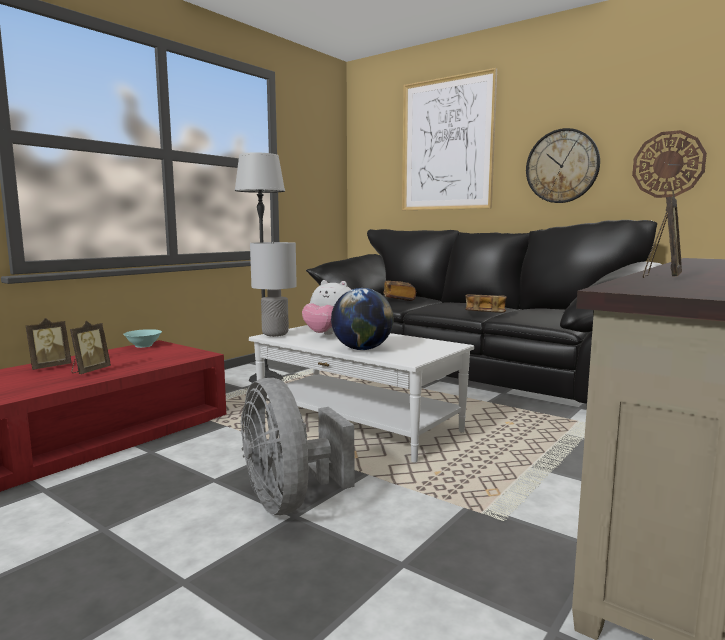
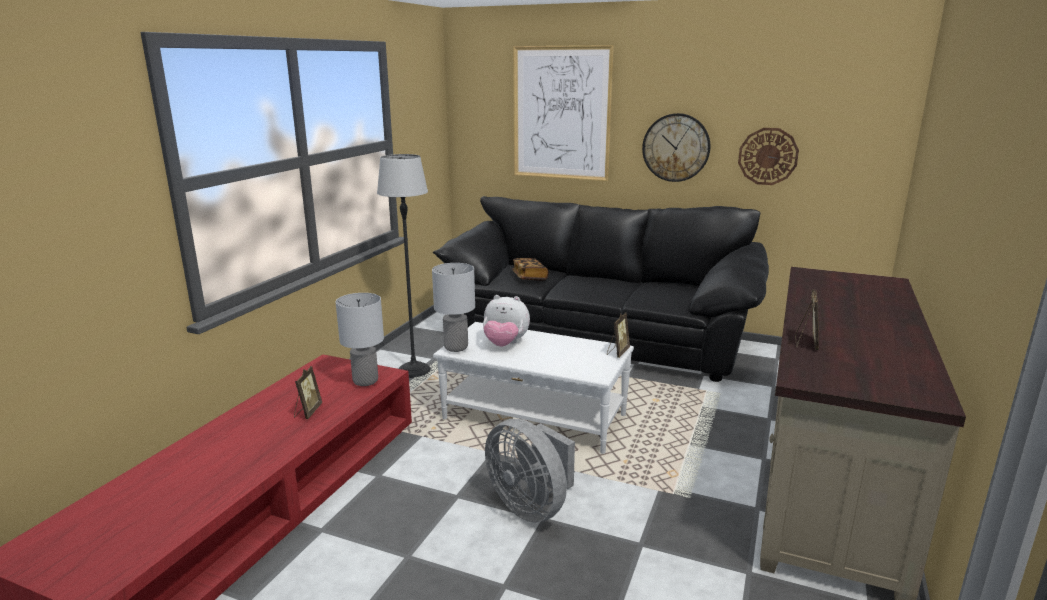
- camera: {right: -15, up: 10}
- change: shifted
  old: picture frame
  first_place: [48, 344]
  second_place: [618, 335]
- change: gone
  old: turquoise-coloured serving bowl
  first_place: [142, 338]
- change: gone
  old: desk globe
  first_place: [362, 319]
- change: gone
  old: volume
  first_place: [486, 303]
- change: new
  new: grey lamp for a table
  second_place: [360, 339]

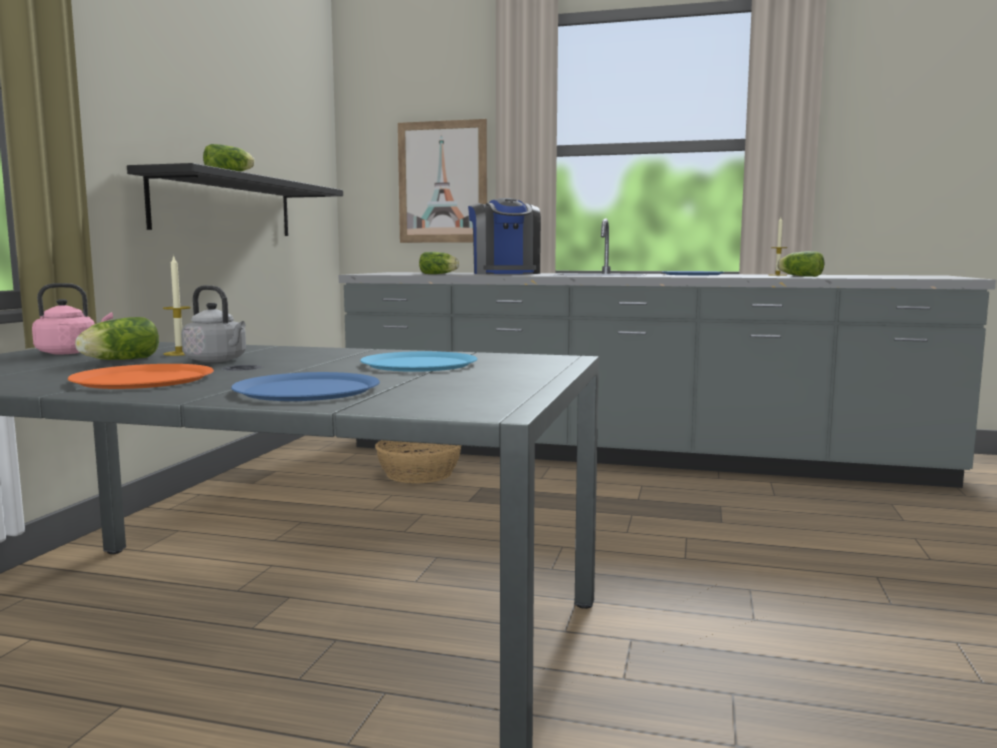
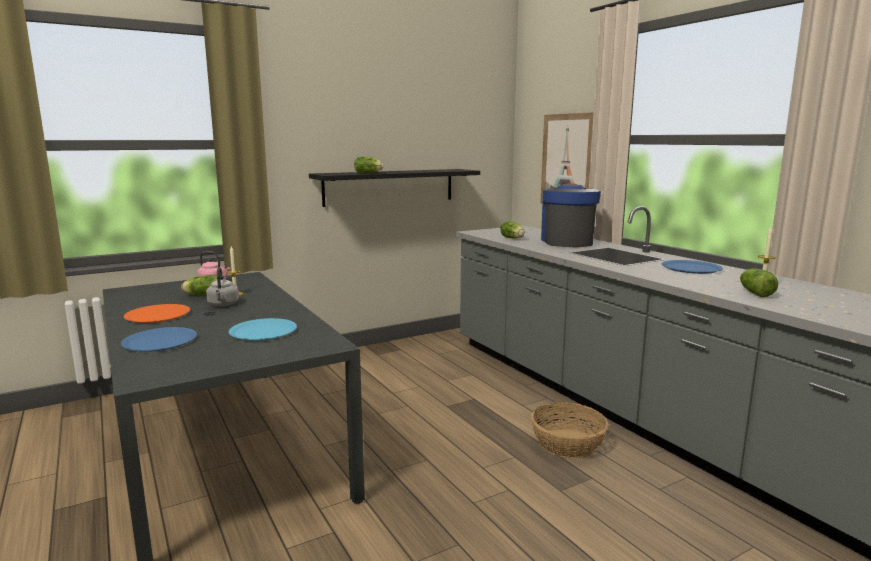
- camera: {right: 45, up: 5}
- change: shifted
  old: storage basket
  first_place: [418, 462]
  second_place: [570, 430]
- change: rotated
  old: coffee maker
  first_place: [504, 236]
  second_place: [571, 215]
  degrees: 150

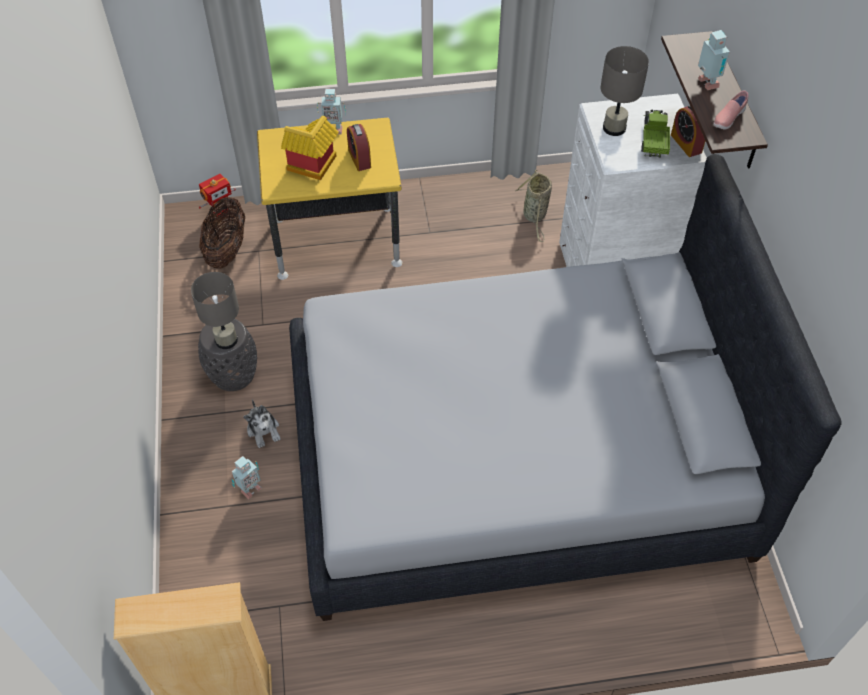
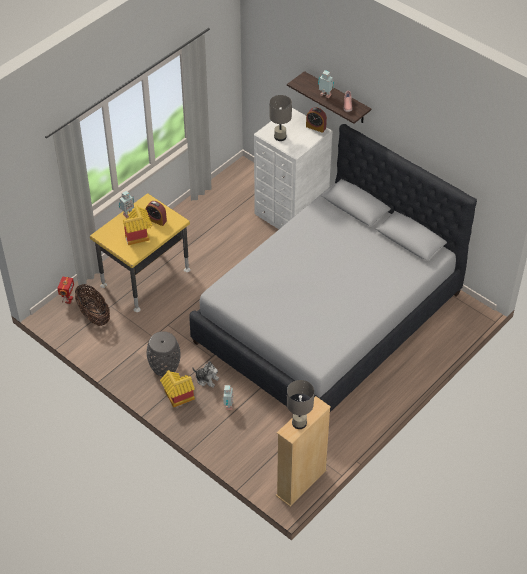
- camera: {right: -40, up: -5}
- change: shifted
  old: grey lamp for a table
  first_place: [215, 310]
  second_place: [300, 404]
- change: gone
  old: storage basket
  first_place: [534, 206]
- change: gone
  old: toy lorry
  first_place: [655, 133]
- change: new
  new: model house
  second_place: [177, 389]

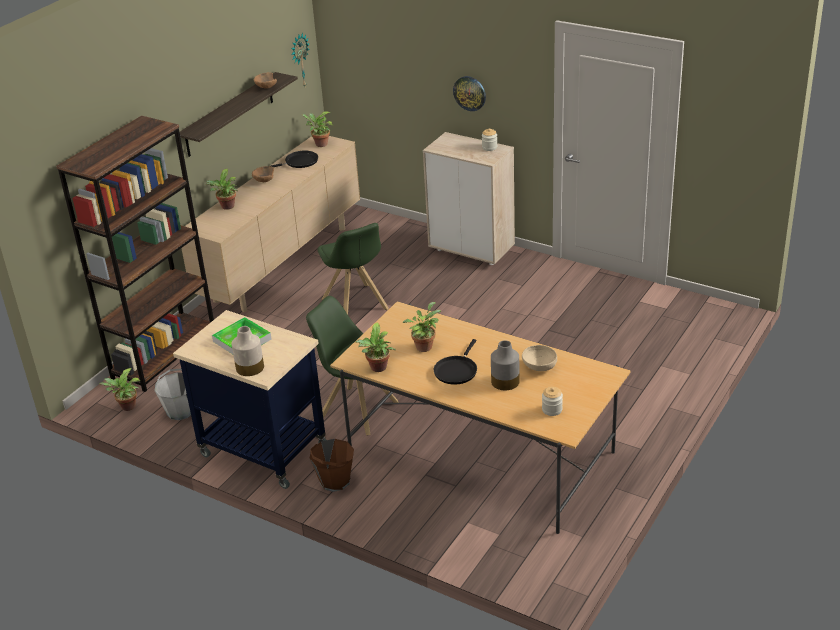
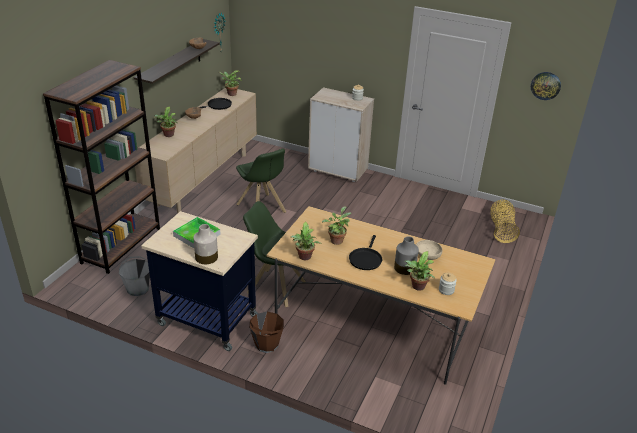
- camera: {right: -10, up: 0}
- change: shifted
  old: plant in a pot
  first_place: [119, 389]
  second_place: [420, 271]
- change: shifted
  old: wall clock
  first_place: [469, 93]
  second_place: [546, 86]
- change: new
  new: storage basket
  second_place: [505, 221]

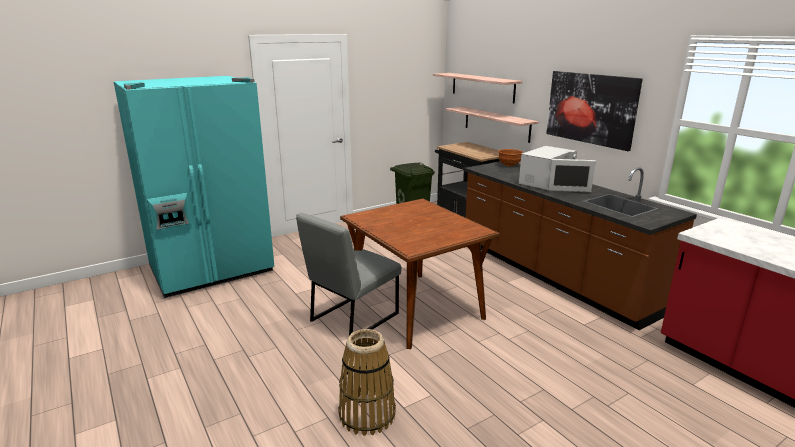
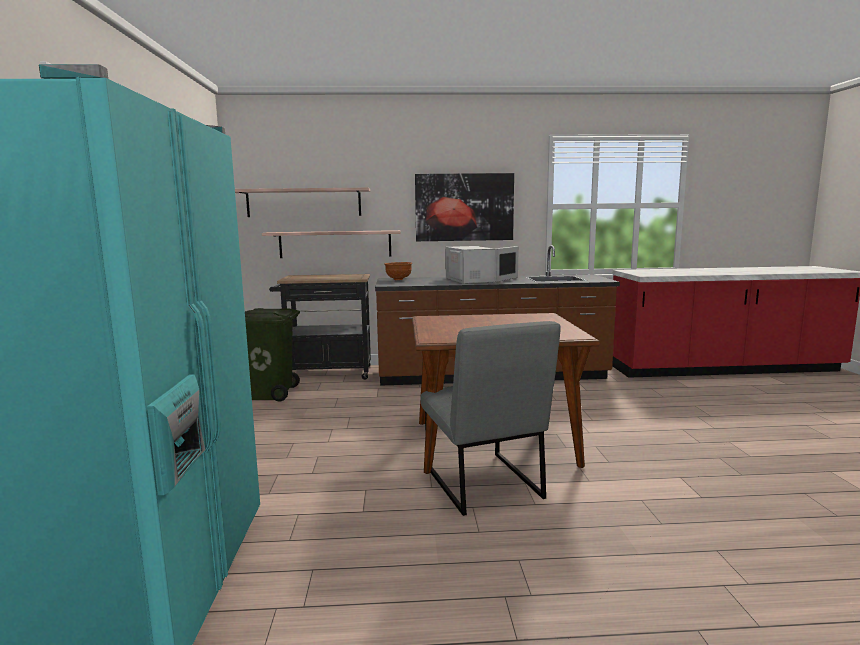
- camera: {right: -60, up: -10}
- change: gone
  old: storage basket
  first_place: [367, 382]

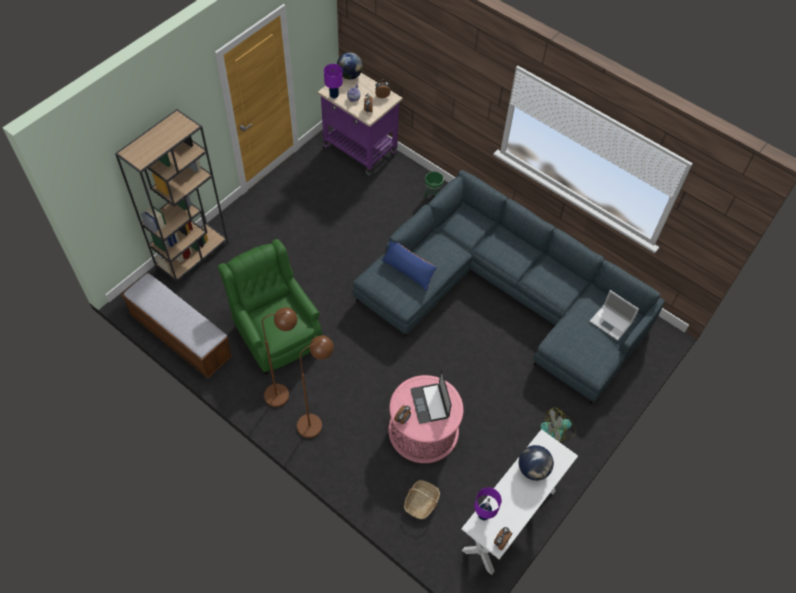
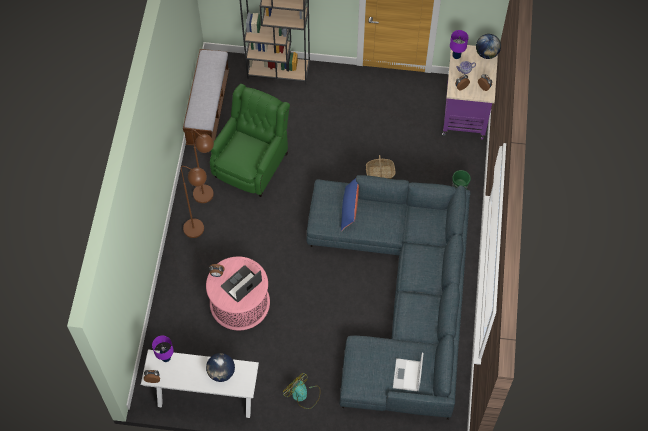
- camera: {right: 60, up: 5}
- change: shifted
  old: storage basket
  first_place: [422, 499]
  second_place: [381, 167]

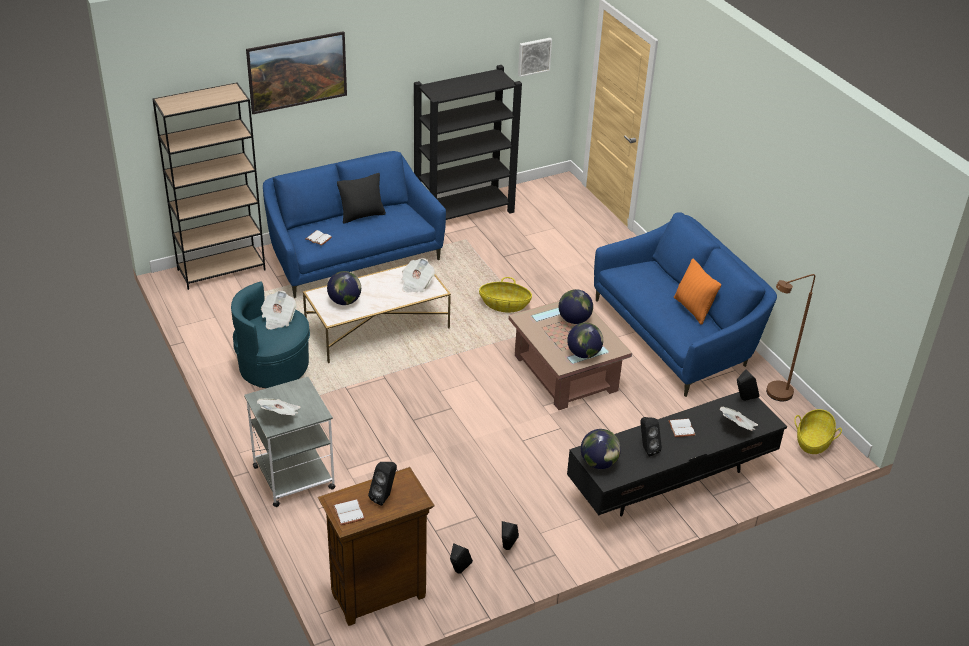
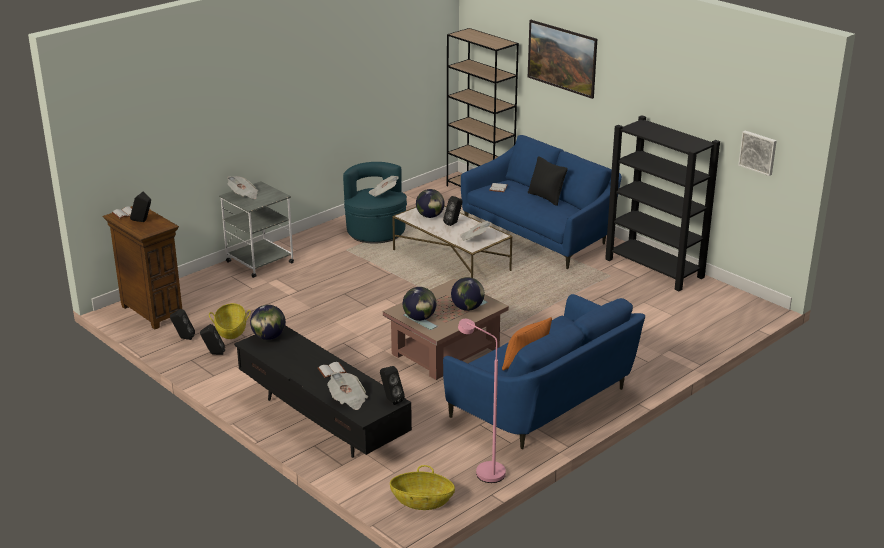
- camera: {right: 75, up: -10}
- change: shifted
  old: storage basket
  first_place: [505, 295]
  second_place: [230, 321]
- change: shifted
  old: black speaker
  first_place: [651, 437]
  second_place: [453, 211]
- change: repainted
  old: brown-coloured standard lamp
  new: pinkish standard lamp
  first_place: [790, 337]
  second_place: [482, 401]

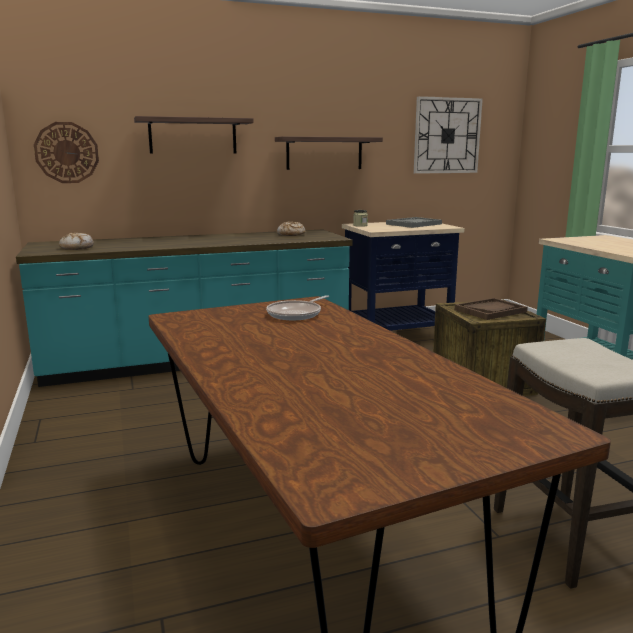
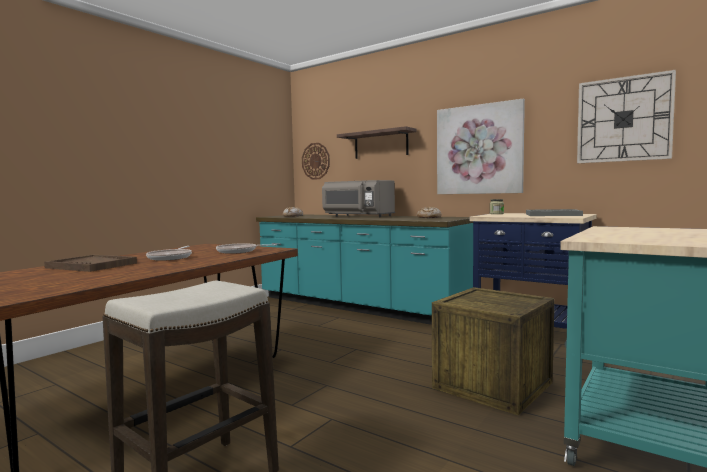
- camera: {right: 55, up: -10}
- change: swapped
  old: bracket shelf
  new: wall art
  first_place: [329, 153]
  second_place: [481, 146]
- change: shifted
  old: brown-coloured tray
  first_place: [491, 309]
  second_place: [90, 263]
- change: new
  new: frying pan
  second_place: [169, 253]
- change: new
  new: grey kitchen microwave
  second_place: [358, 198]

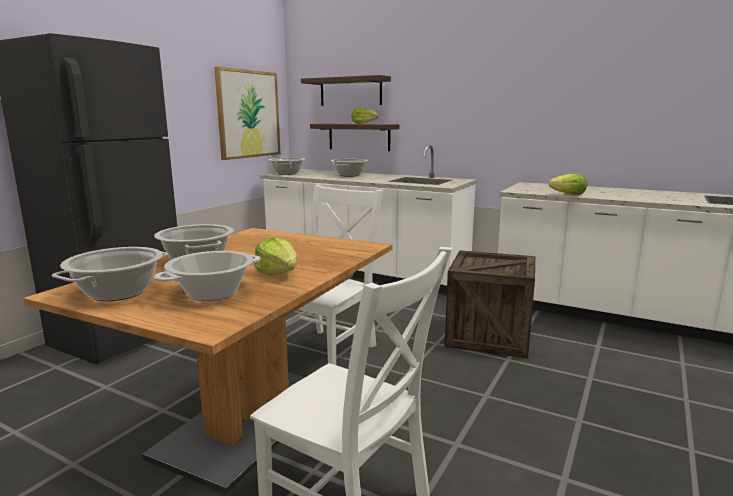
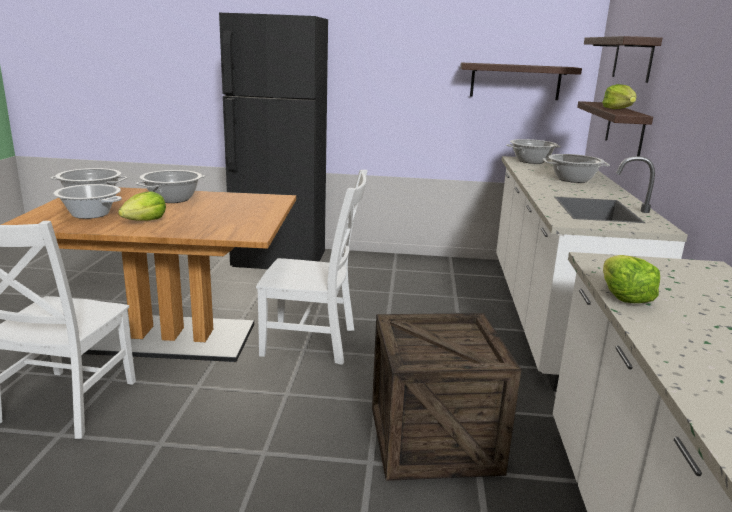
- camera: {right: 65, up: 5}
- change: swapped
  old: wall art
  new: bracket shelf
  first_place: [247, 113]
  second_place: [521, 81]

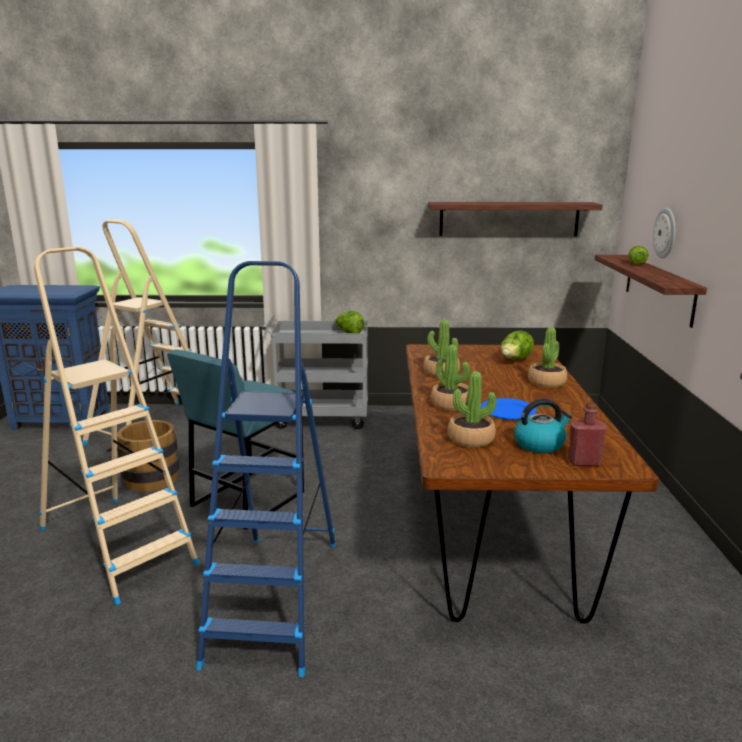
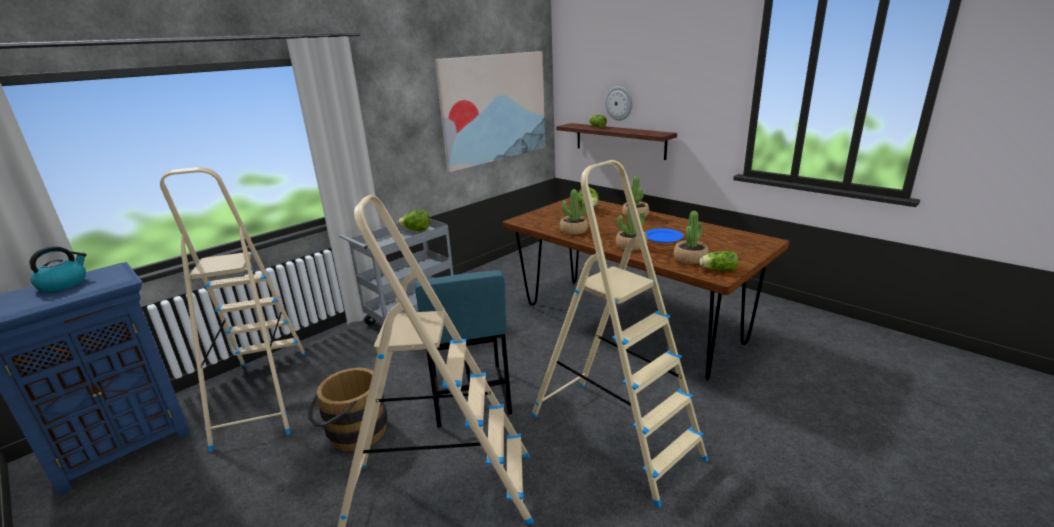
- camera: {right: -45, up: 5}
- change: repainted
  old: blue step stool
  new: sand-coloured step stool
  first_place: [266, 469]
  second_place: [620, 333]
- change: swapped
  old: bracket shelf
  new: wall art
  first_place: [515, 219]
  second_place: [490, 111]
- change: shifted
  old: tea kettle
  first_place: [543, 426]
  second_place: [58, 269]
- change: gone
  old: red beverage bottle
  first_place: [587, 434]
- change: new
  new: lettuce
  second_place: [719, 261]

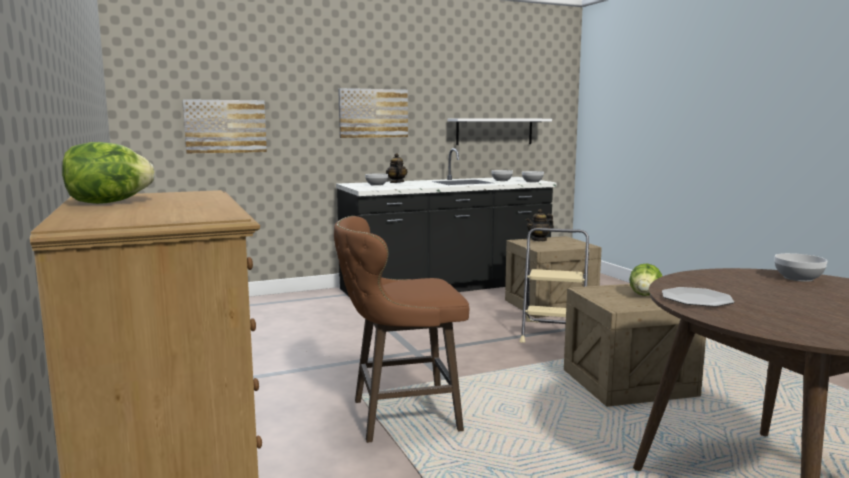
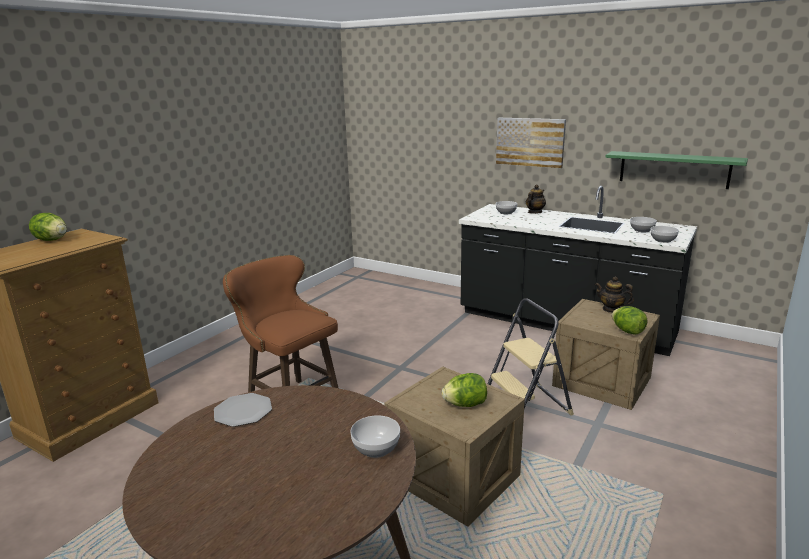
- camera: {right: 55, up: 10}
- change: gone
  old: wall art
  first_place: [225, 126]
- change: repainted
  old: whitish bracket shelf
  new: green bracket shelf
  first_place: [500, 131]
  second_place: [676, 170]
- change: new
  new: lettuce
  second_place: [629, 320]

